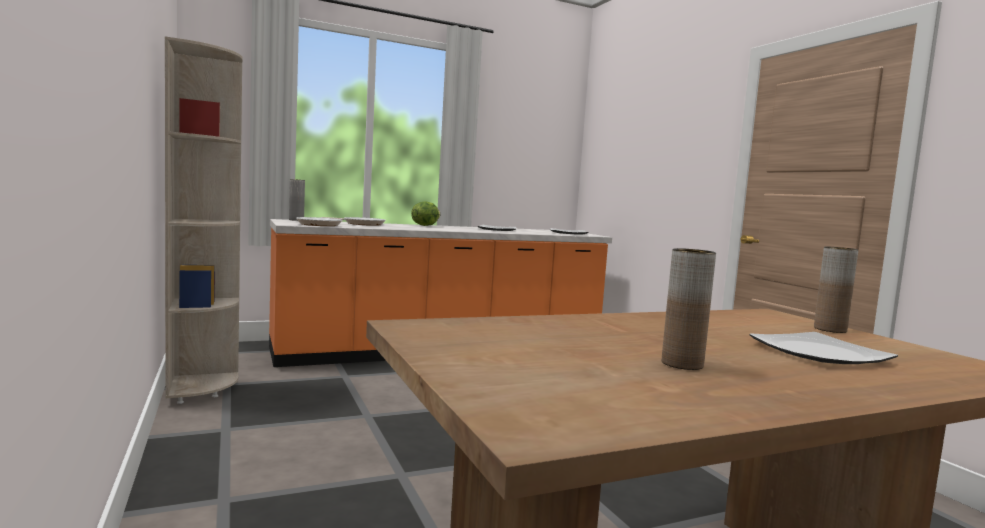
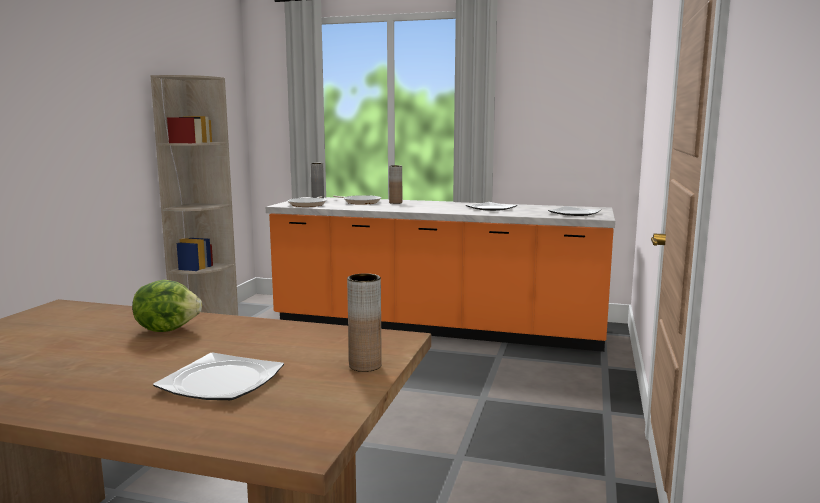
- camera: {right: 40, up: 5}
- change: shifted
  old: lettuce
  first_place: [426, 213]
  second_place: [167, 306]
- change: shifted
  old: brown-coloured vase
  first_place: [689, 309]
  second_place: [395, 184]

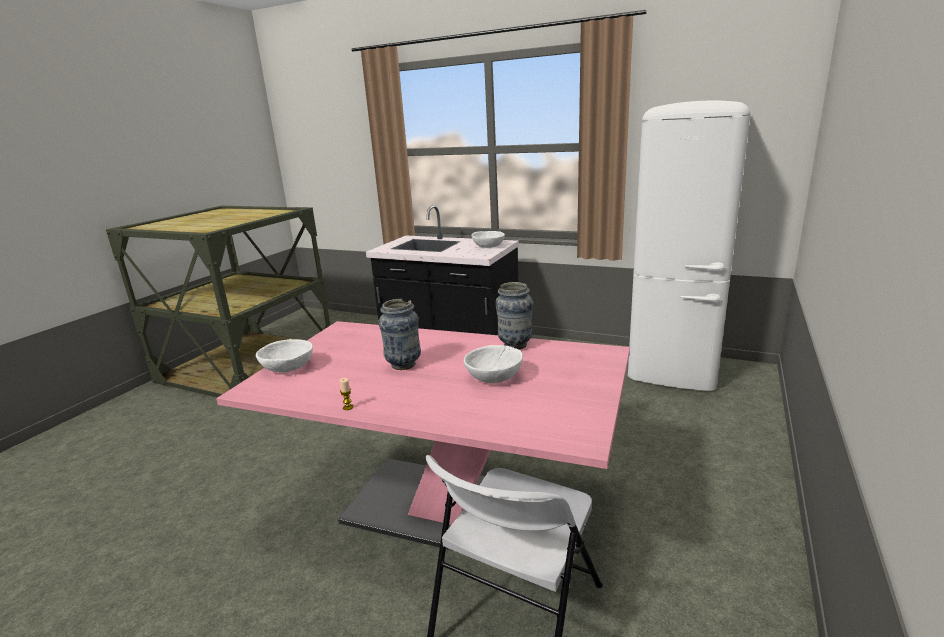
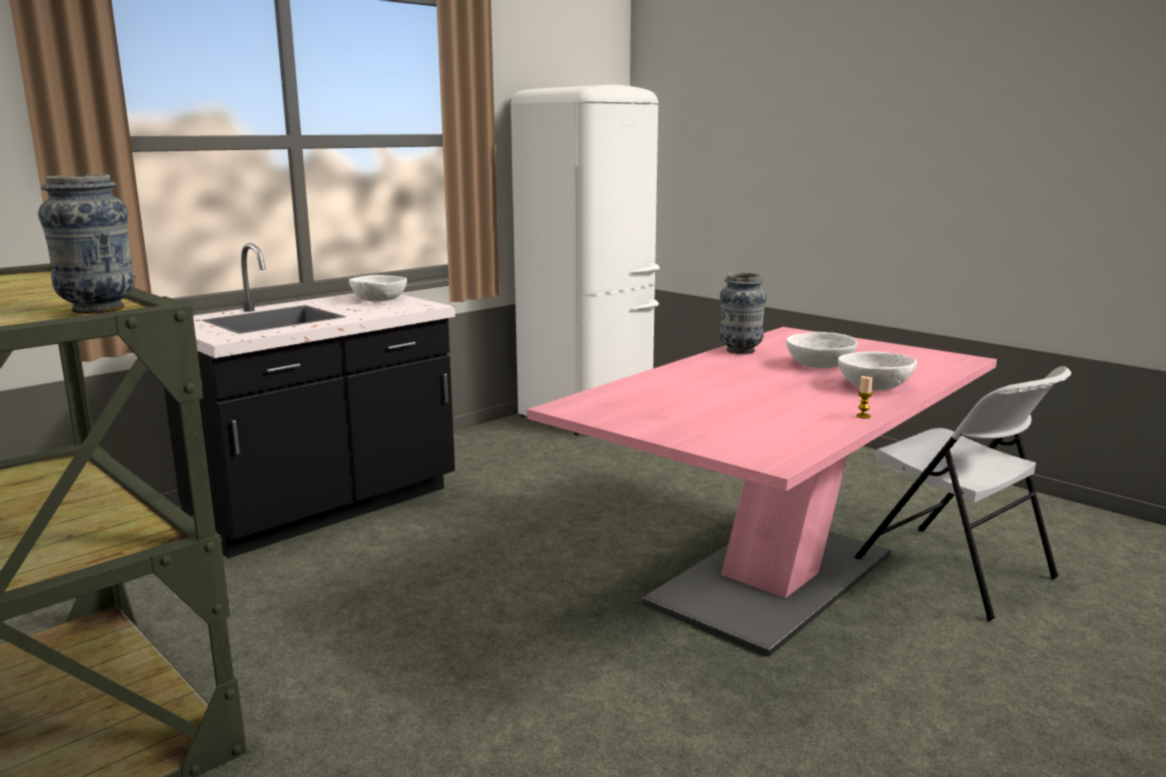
- camera: {right: -70, up: -5}
- change: shifted
  old: whitish serving bowl
  first_place: [284, 356]
  second_place: [877, 371]
- change: shifted
  old: vase
  first_place: [399, 334]
  second_place: [86, 244]

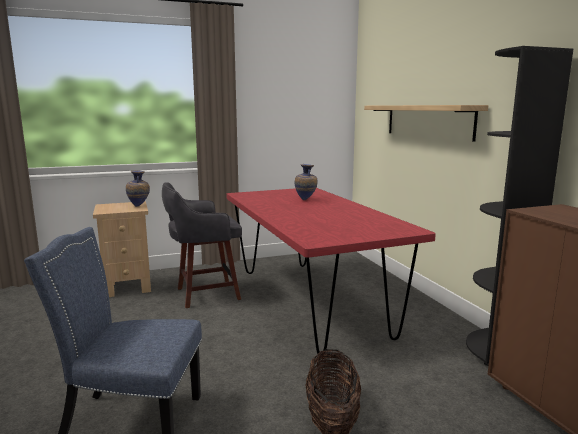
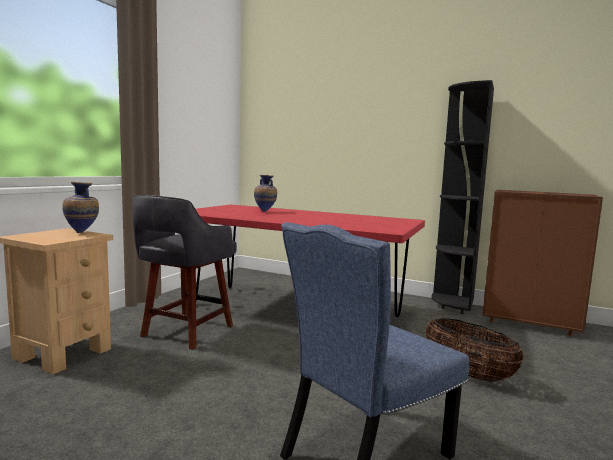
- camera: {right: -45, up: -5}
- change: gone
  old: bracket shelf
  first_place: [426, 123]

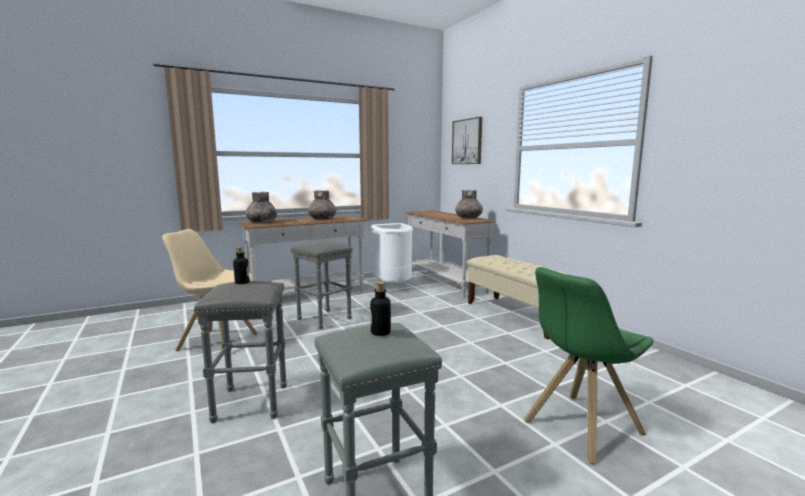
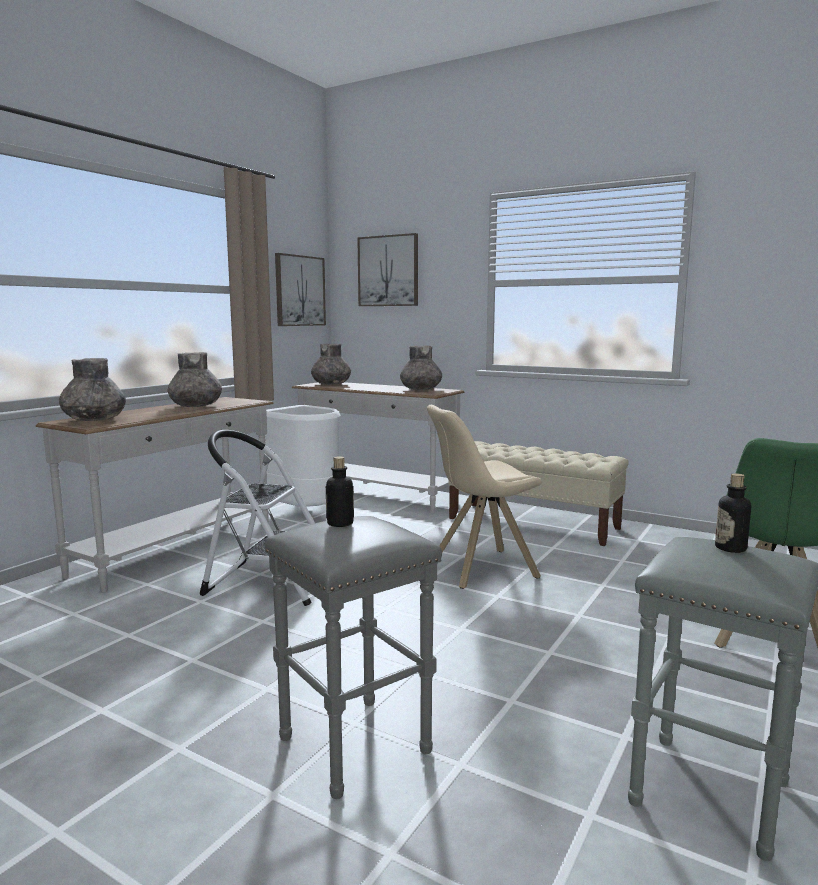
- camera: {right: -30, up: 0}
- change: shifted
  old: sand-coloured chair
  first_place: [210, 292]
  second_place: [484, 497]
- change: swapped
  old: grey stool seat
  new: step stool
  first_place: [322, 285]
  second_place: [257, 518]
- change: new
  new: wall art
  second_place: [300, 289]
- change: new
  new: grey vase
  second_place: [331, 364]

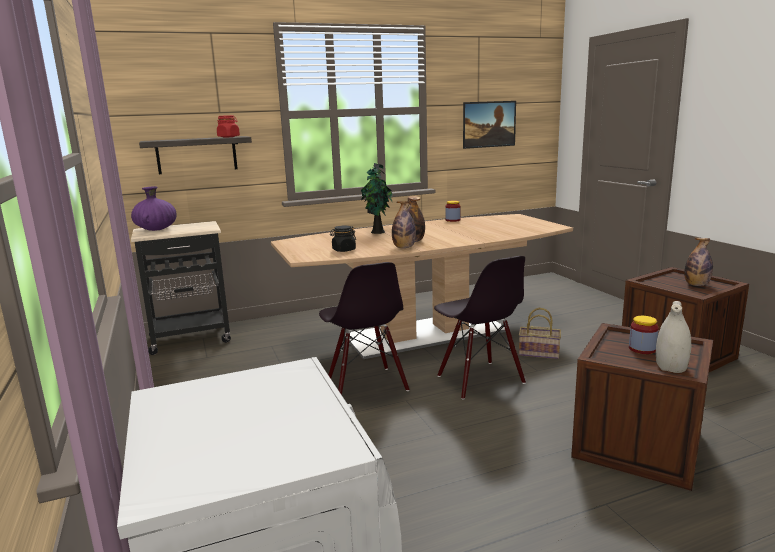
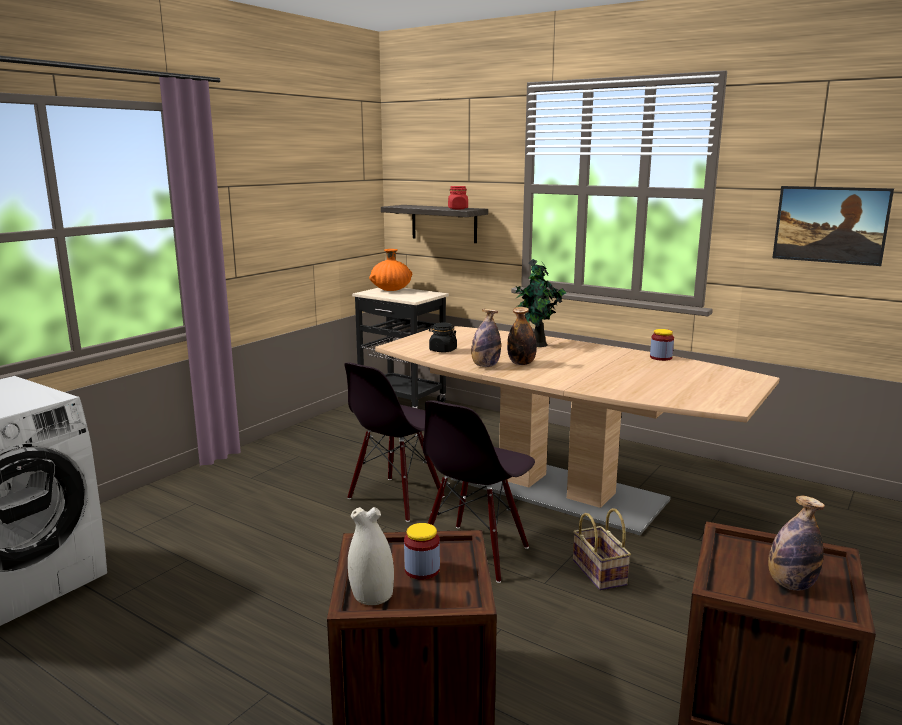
- camera: {right: 55, up: 0}
- change: repainted
  old: purple vase
  new: orange-coloured vase
  first_place: [154, 208]
  second_place: [390, 270]

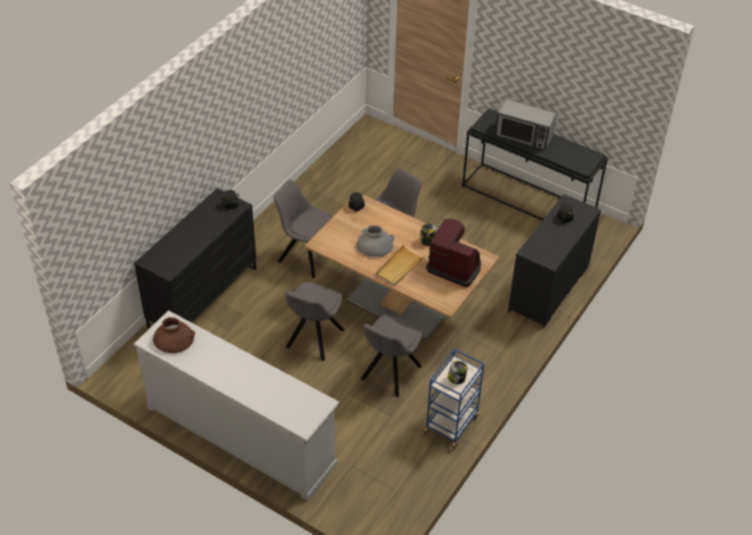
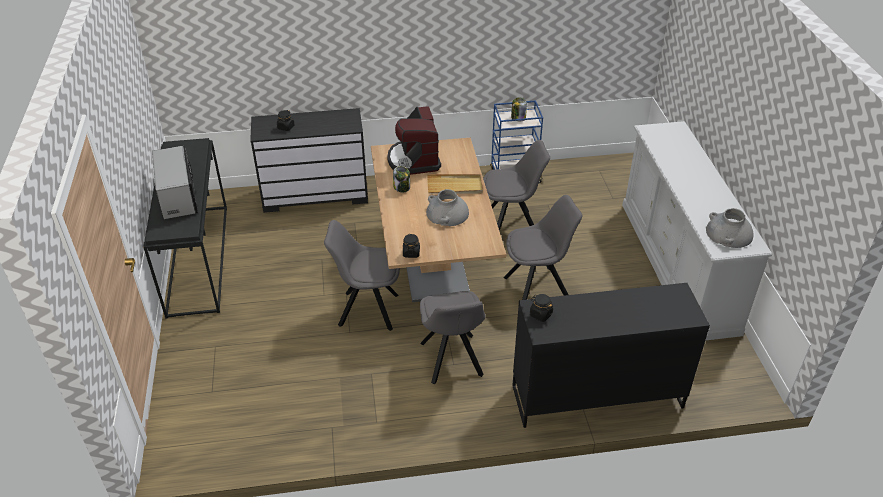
- camera: {right: -130, up: -5}
- change: repainted
  old: brown-coloured vase
  new: grey vase
  first_place: [174, 335]
  second_place: [729, 228]

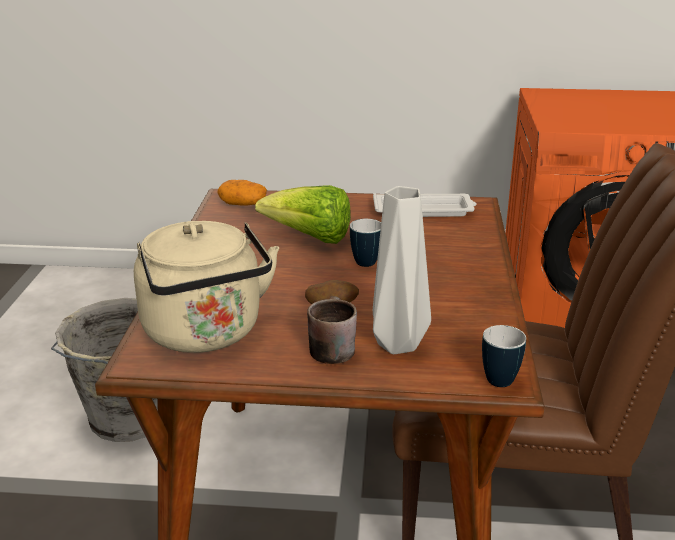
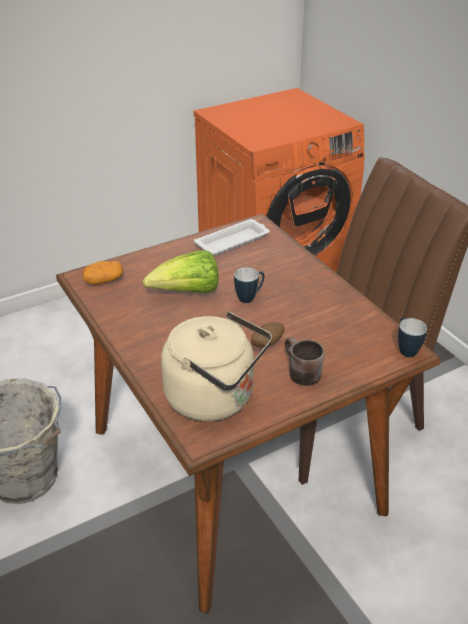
- camera: {right: -35, up: 10}
- change: gone
  old: grey vase
  first_place: [402, 270]

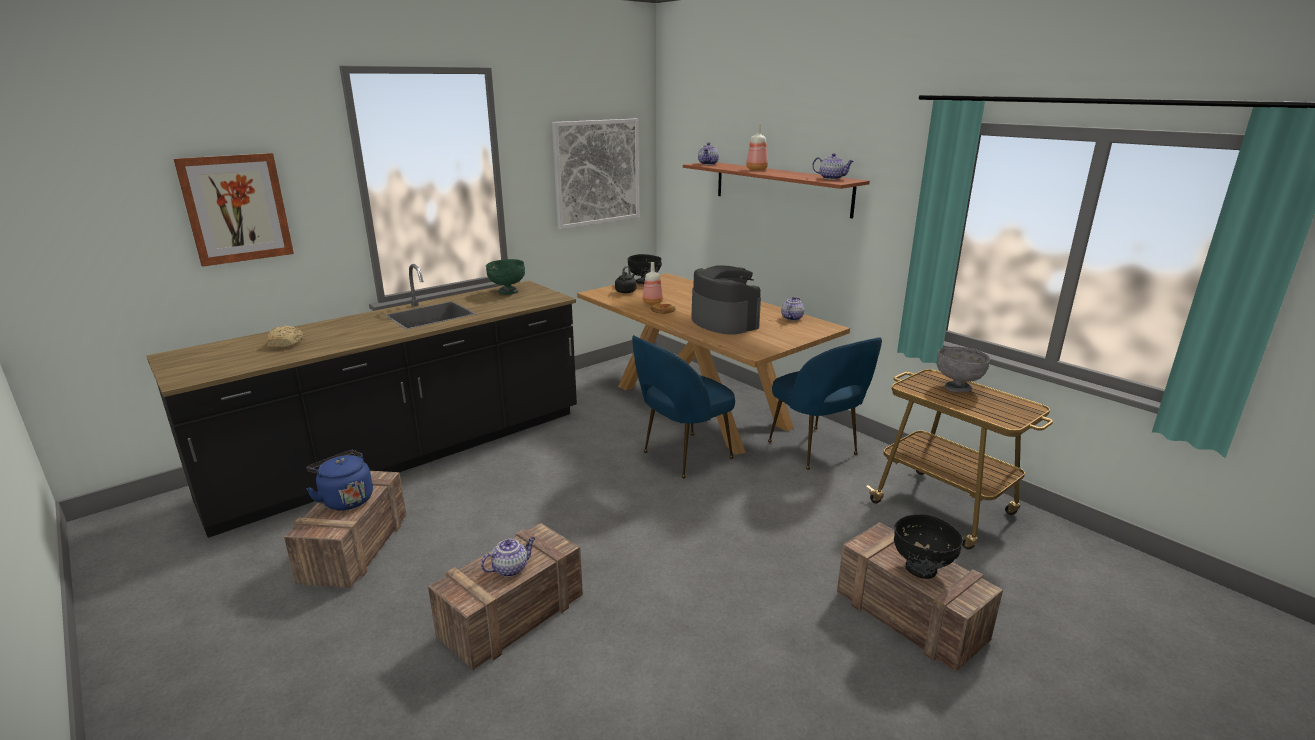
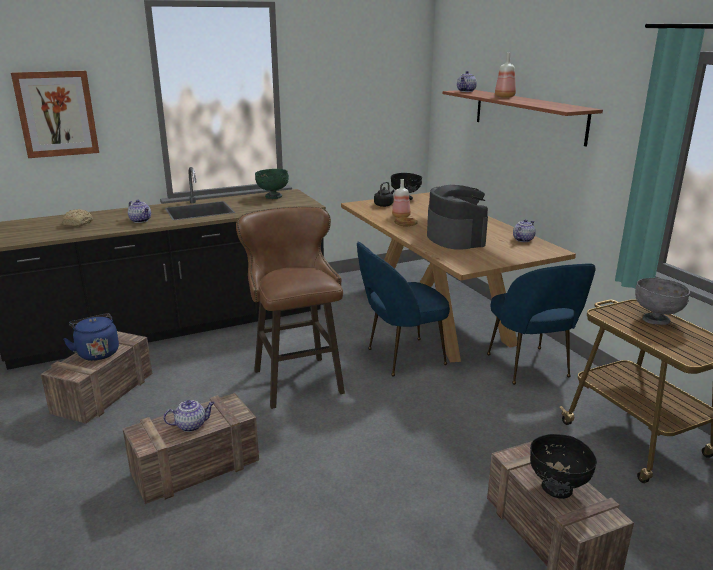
- camera: {right: 15, up: 0}
- change: gone
  old: wall art
  first_place: [595, 174]
- change: shifted
  old: pot for tea
  first_place: [833, 166]
  second_place: [139, 211]
- change: new
  new: brown-coloured stool seat
  second_place: [290, 307]

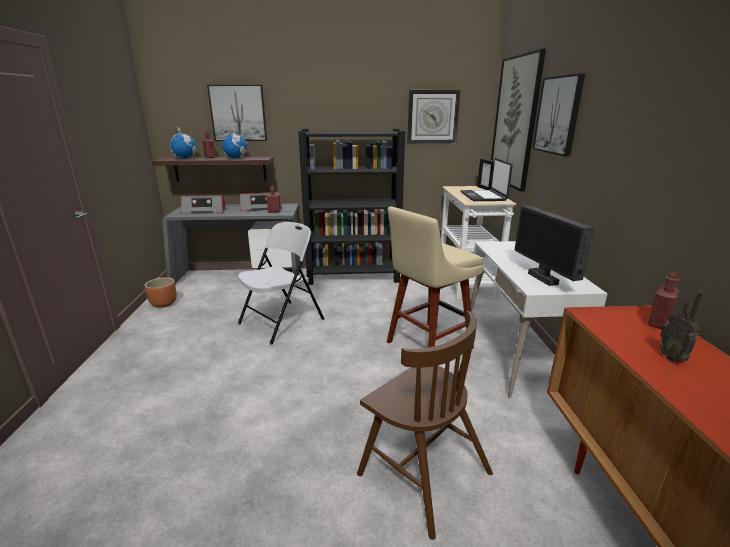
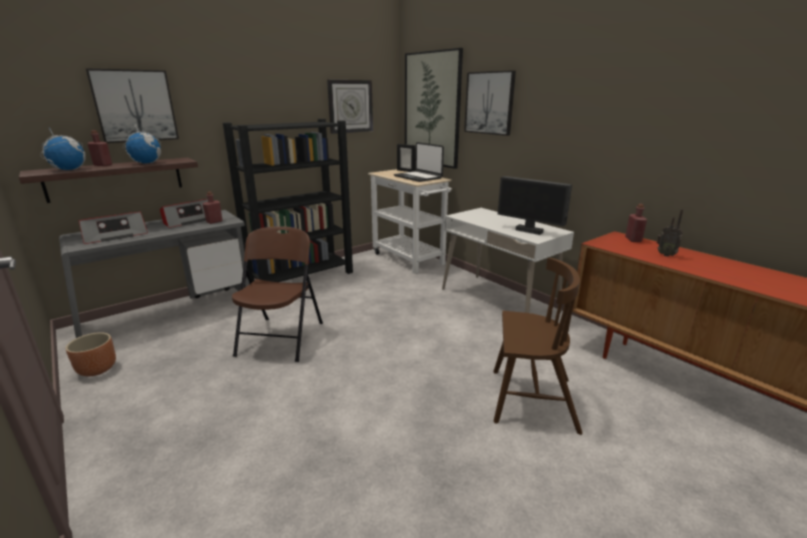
- camera: {right: -35, up: 0}
- change: repainted
  old: whitish chair
  new: brown-coloured chair
  first_place: [281, 283]
  second_place: [277, 294]
- change: gone
  old: sand-coloured stool seat
  first_place: [435, 277]

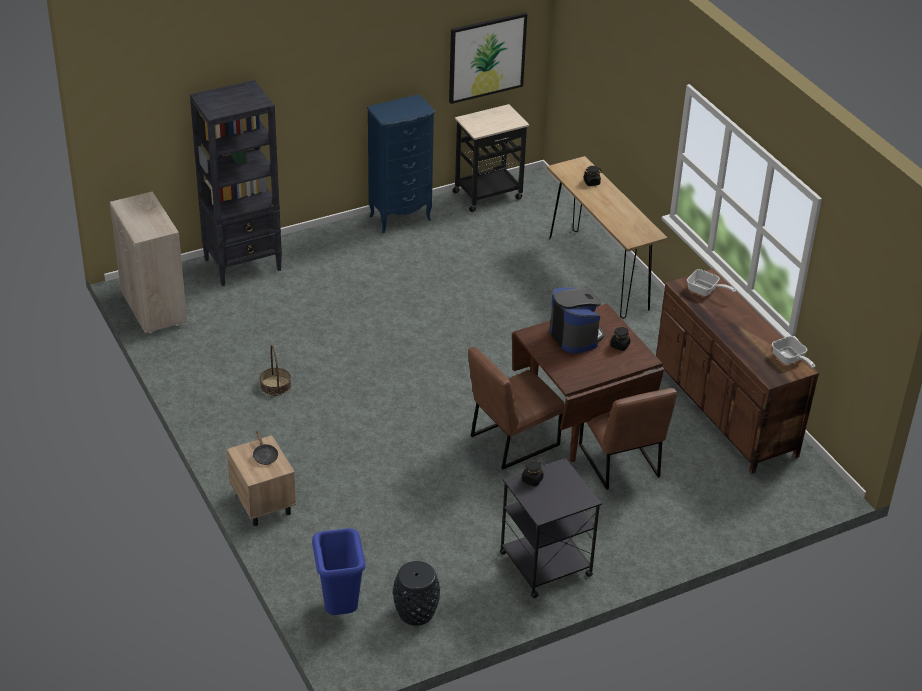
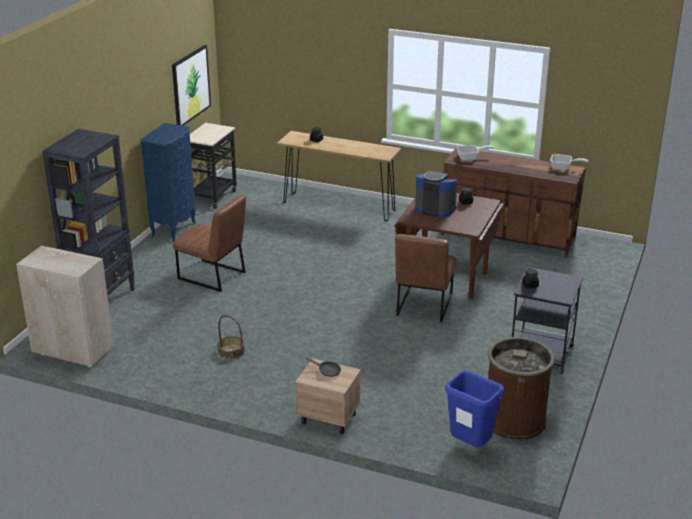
- camera: {right: -40, up: -10}
- change: swapped
  old: black stool seat
  new: brown-coloured trash can
  first_place: [416, 593]
  second_place: [521, 388]
- change: shifted
  old: brown-coloured chair
  first_place: [628, 439]
  second_place: [209, 243]

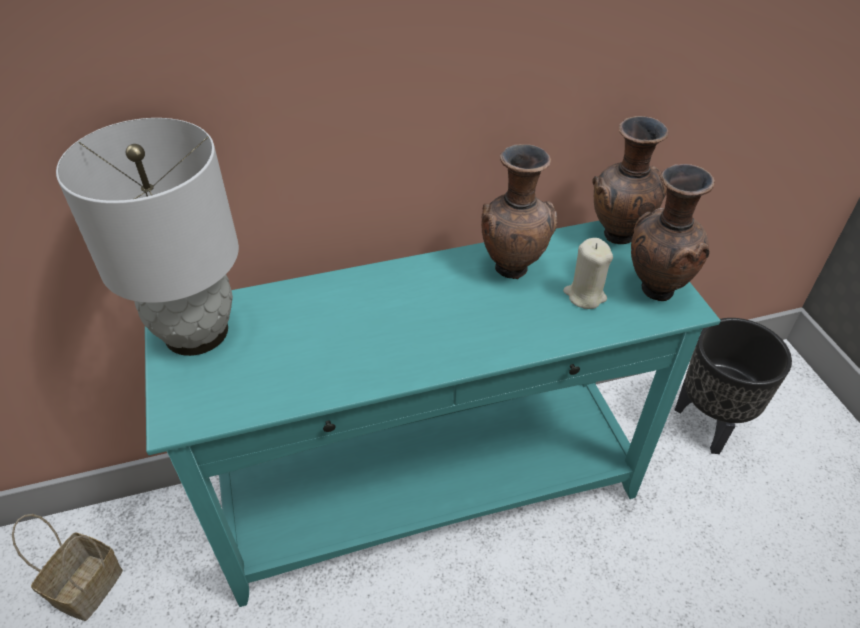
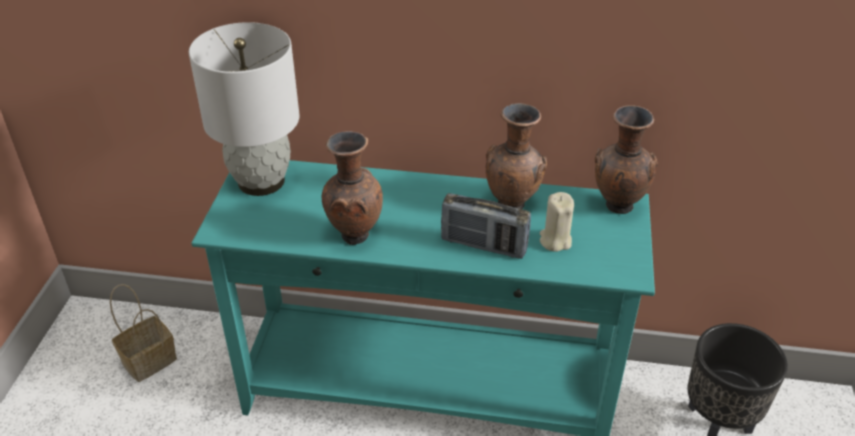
- camera: {right: 25, up: -5}
- change: shifted
  old: brown-coloured vase
  first_place: [673, 232]
  second_place: [352, 188]
- change: new
  new: radio set
  second_place: [486, 226]

